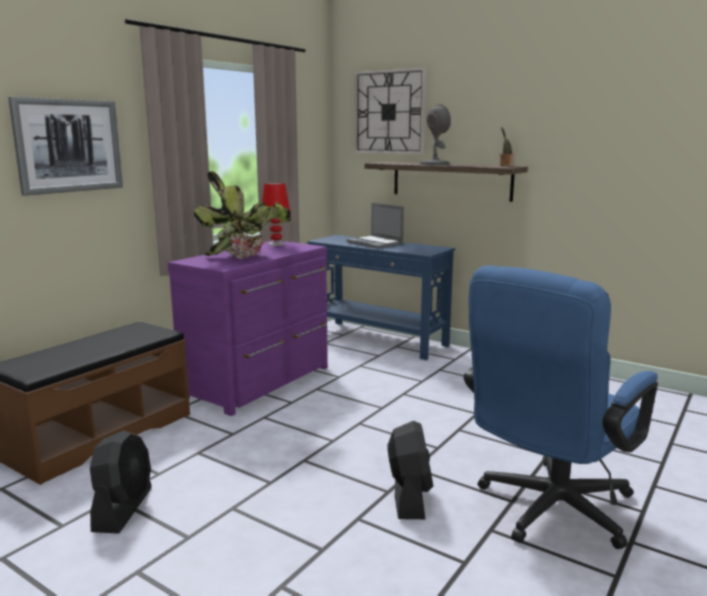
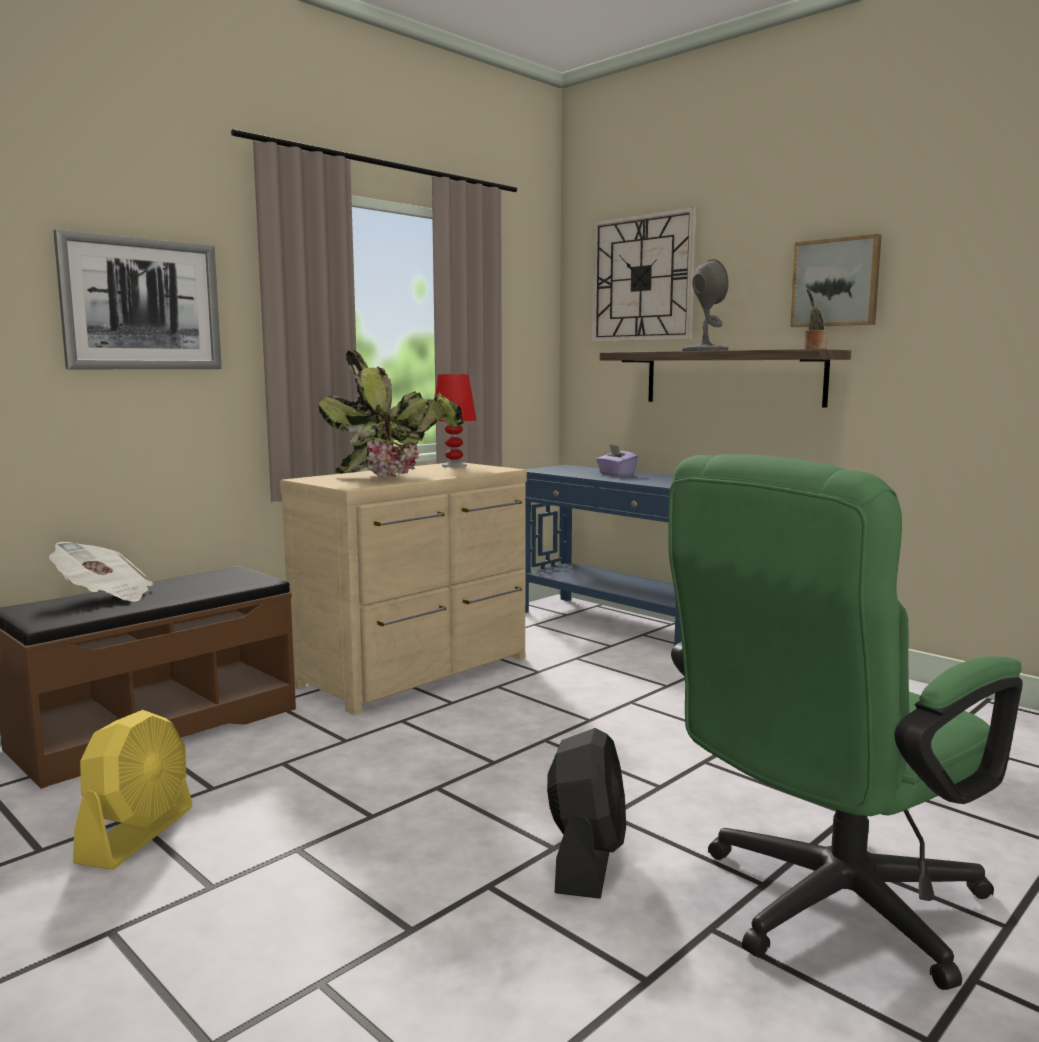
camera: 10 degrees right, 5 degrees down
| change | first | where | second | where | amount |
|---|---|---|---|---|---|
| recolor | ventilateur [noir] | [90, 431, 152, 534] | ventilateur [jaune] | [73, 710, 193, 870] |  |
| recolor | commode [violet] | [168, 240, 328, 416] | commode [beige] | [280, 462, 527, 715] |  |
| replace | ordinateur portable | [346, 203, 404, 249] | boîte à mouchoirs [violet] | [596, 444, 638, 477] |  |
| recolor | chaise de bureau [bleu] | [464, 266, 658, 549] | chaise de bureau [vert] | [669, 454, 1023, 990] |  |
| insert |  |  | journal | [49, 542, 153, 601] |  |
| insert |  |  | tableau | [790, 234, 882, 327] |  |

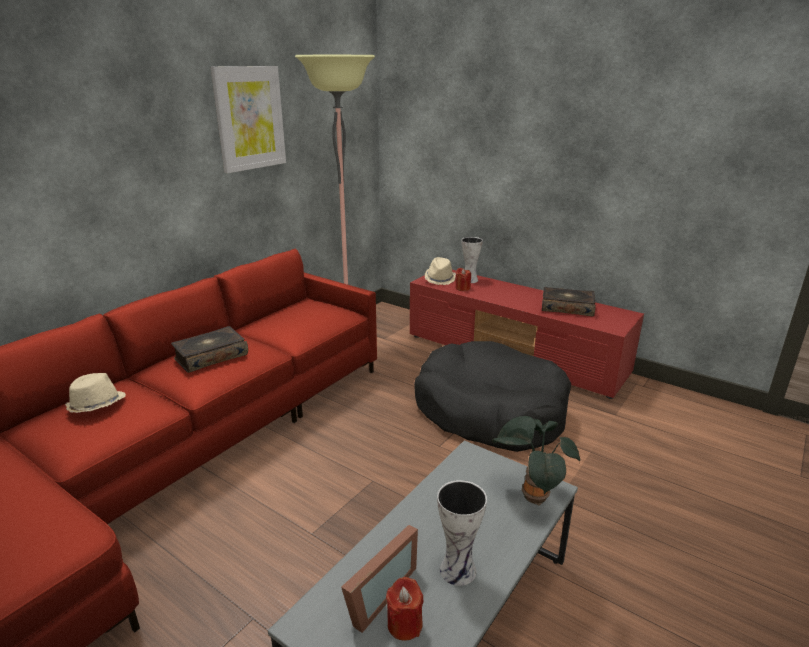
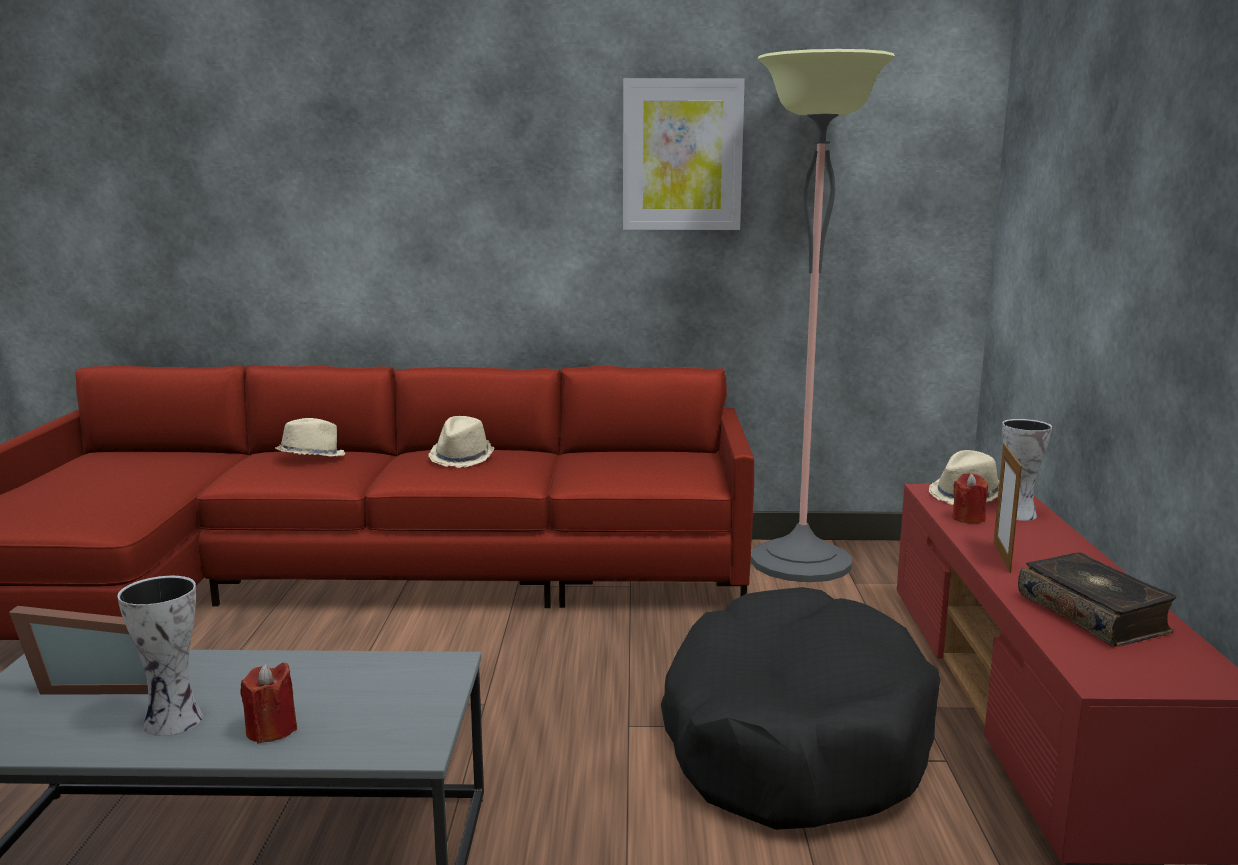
camera: 55 degrees right, 10 degrees down
| change | first | where | second | where | amount |
|---|---|---|---|---|---|
| replace | livre | [171, 326, 248, 373] | chapeau [beige] | [428, 416, 494, 468] |  |
| move | bougie [rouge] | [386, 577, 424, 641] |  | [240, 662, 297, 744] |  |
| delete | plante en pot | [492, 416, 580, 506] |  |  |  |
| insert |  |  | cadre photo | [993, 443, 1022, 573] |  |

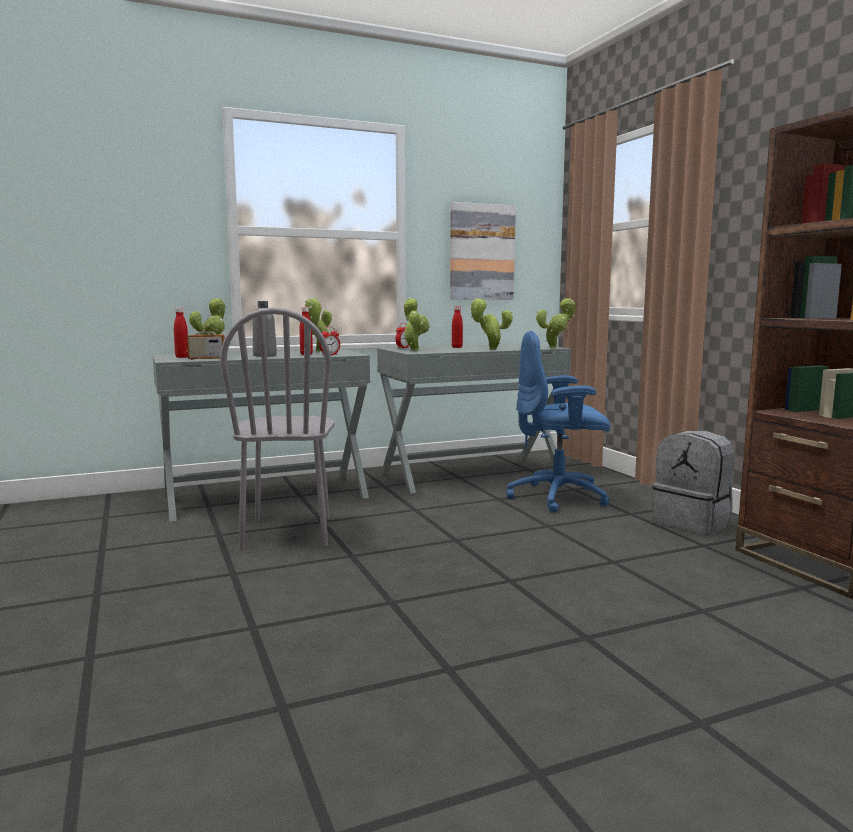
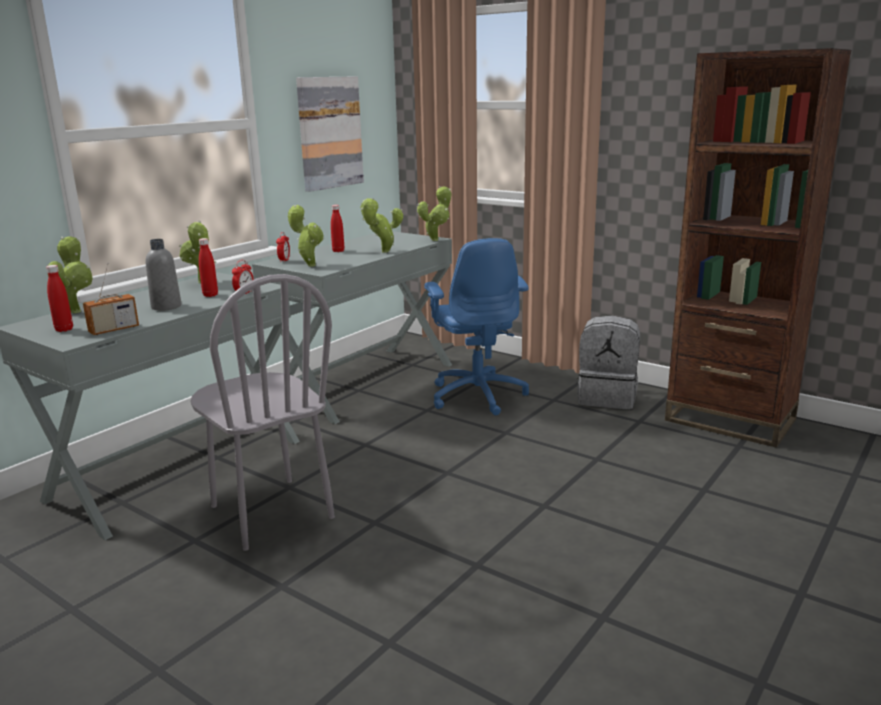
camera: 30 degrees left, 10 degrees up
| change | first | where | second | where | amount |
|---|---|---|---|---|---|
| rotate | chaise de bureau [bleu] | [507, 331, 610, 513] |  | [424, 238, 529, 415] | 75 degrees counterclockwise |

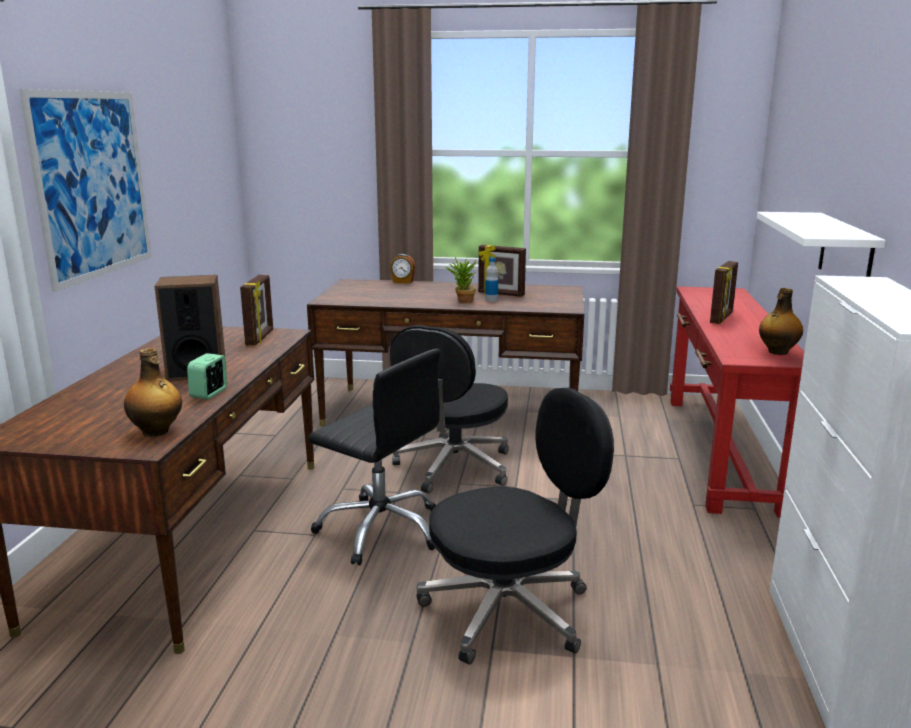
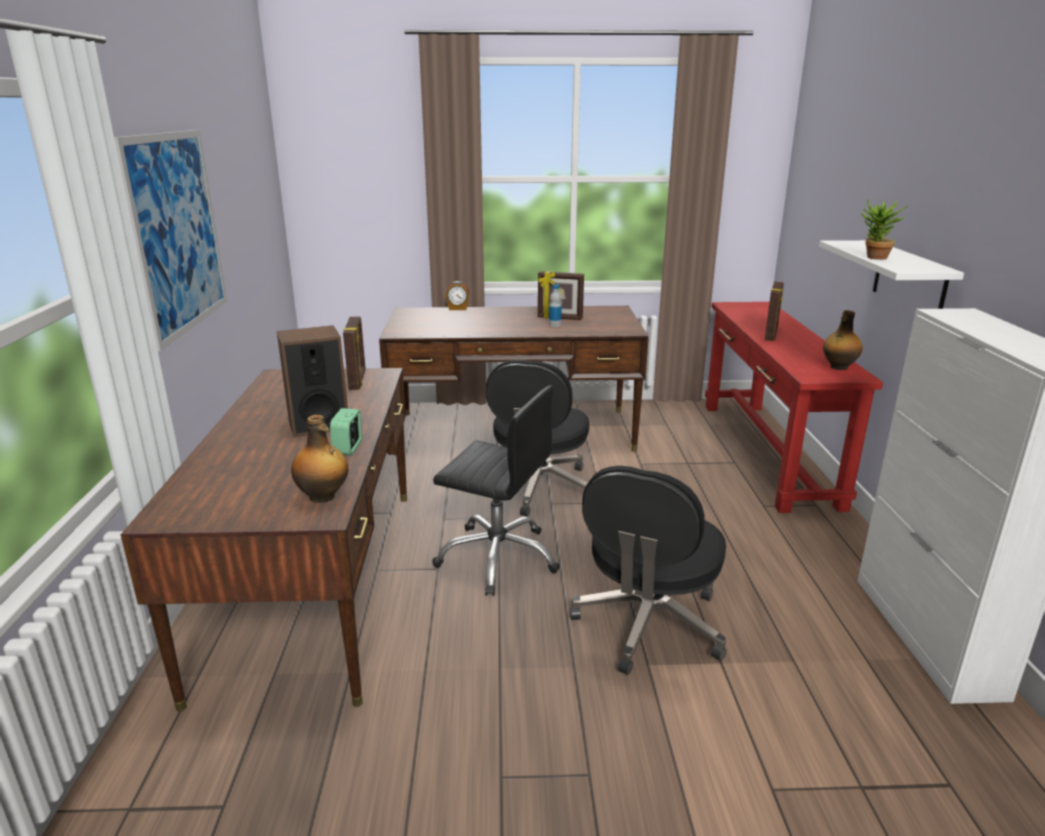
camera: 10 degrees left, 5 degrees up
| change | first | where | second | where | amount |
|---|---|---|---|---|---|
| rotate | chaise de bureau [noir] | [416, 388, 614, 664] |  | [570, 466, 727, 675] | 150 degrees clockwise |
| move | plante en pot | [446, 257, 477, 303] |  | [860, 199, 910, 260] |  |

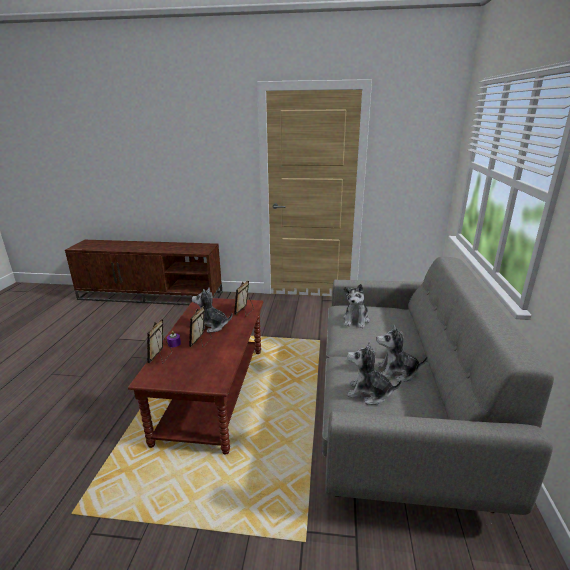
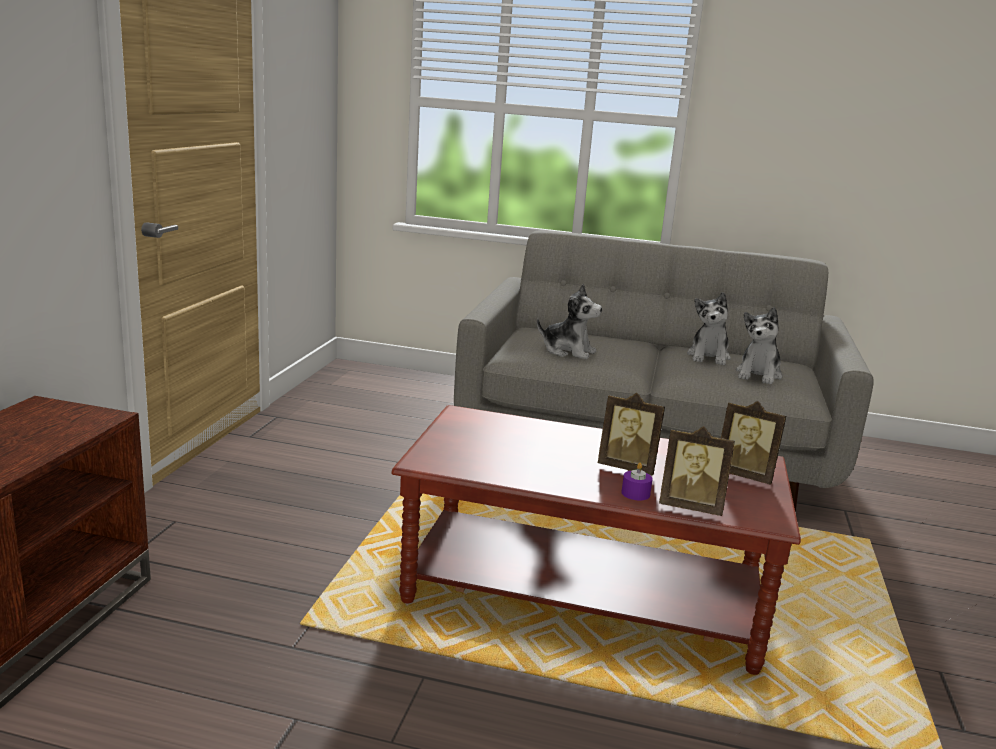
camera: 85 degrees left, 5 degrees down
| change | first | where | second | where | amount |
|---|---|---|---|---|---|
| delete | peluche | [192, 288, 233, 333] |  |  |  |
| move | cadre photo | [234, 281, 254, 316] |  | [721, 401, 786, 485] |  |

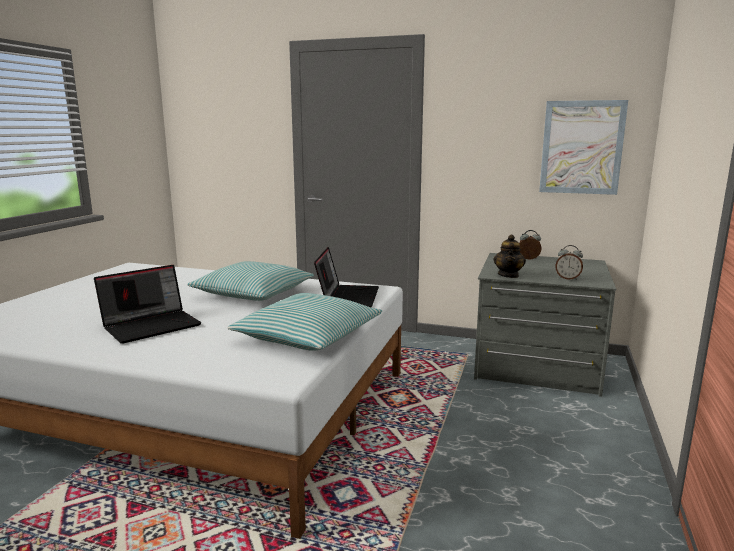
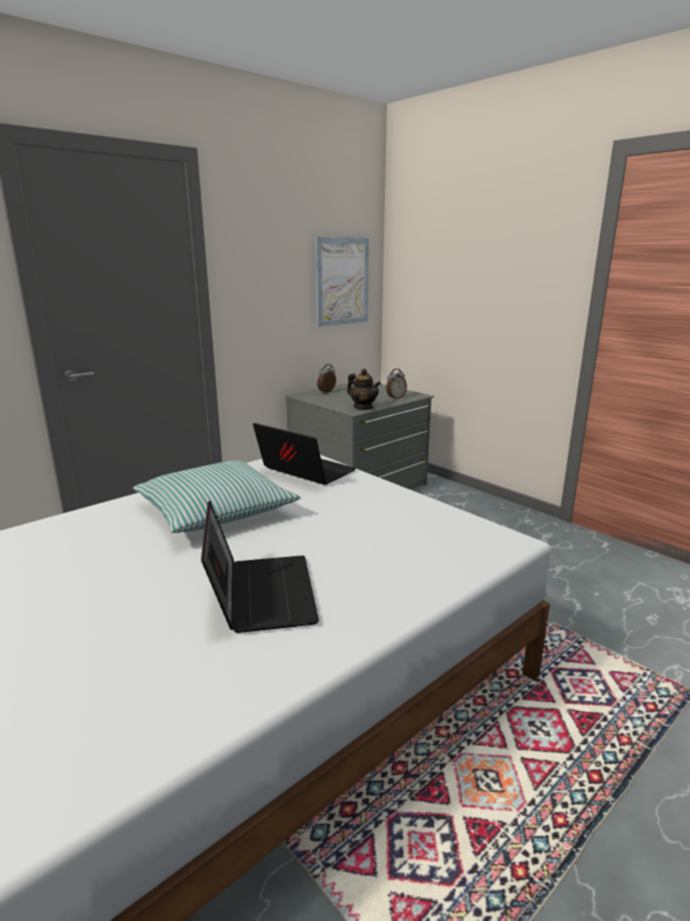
camera: 60 degrees left, 5 degrees up
| change | first | where | second | where | amount |
|---|---|---|---|---|---|
| delete | coussin | [227, 293, 382, 351] |  |  |  |

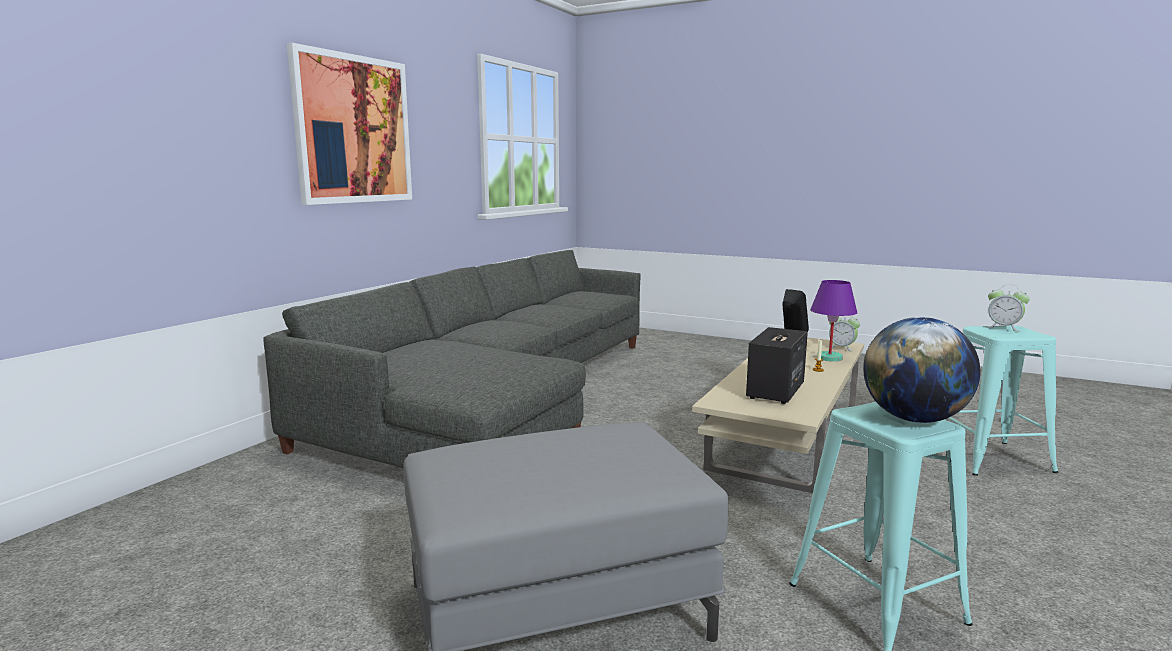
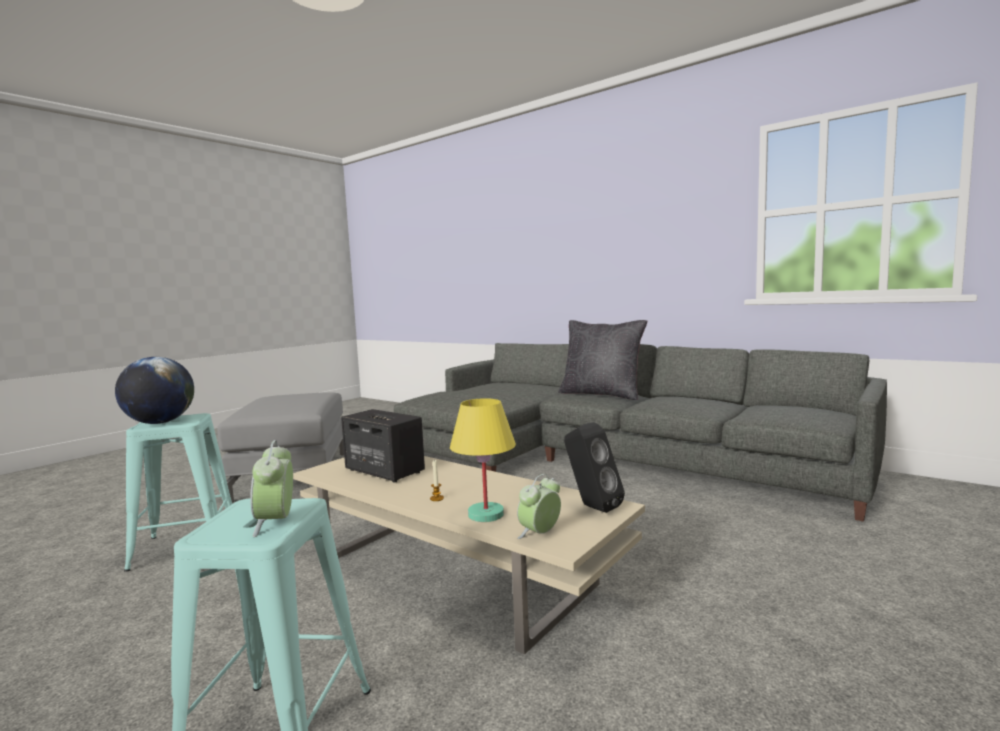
camera: 100 degrees right, 5 degrees down
| change | first | where | second | where | amount |
|---|---|---|---|---|---|
| delete | tableau | [287, 43, 412, 205] |  |  |  |
| recolor | lampe de table [violet] | [810, 280, 857, 362] | lampe de table [jaune] | [450, 398, 516, 522] |  |
| rotate | réveil | [986, 285, 1030, 332] |  | [250, 440, 293, 537] | 60 degrees counterclockwise |
| insert |  |  | coussin [noir] | [558, 320, 647, 400] |  |

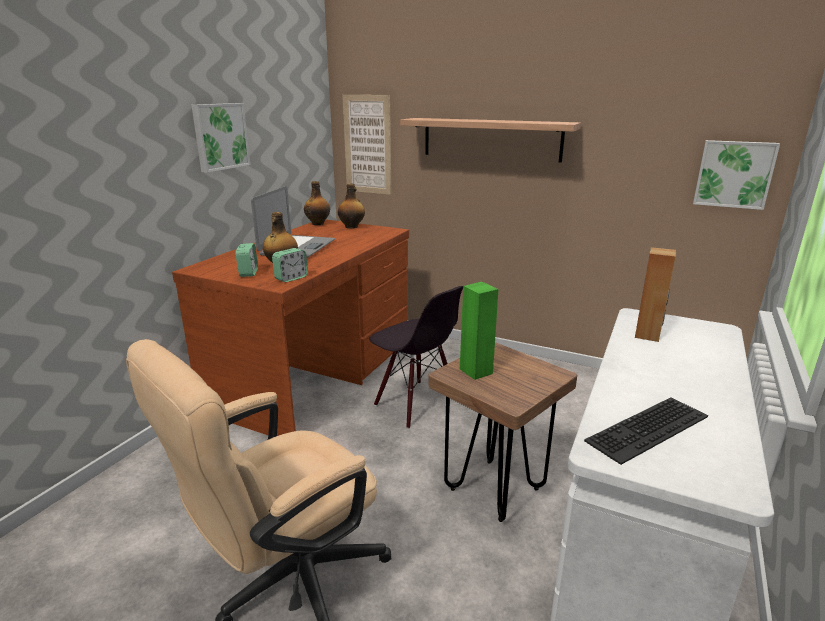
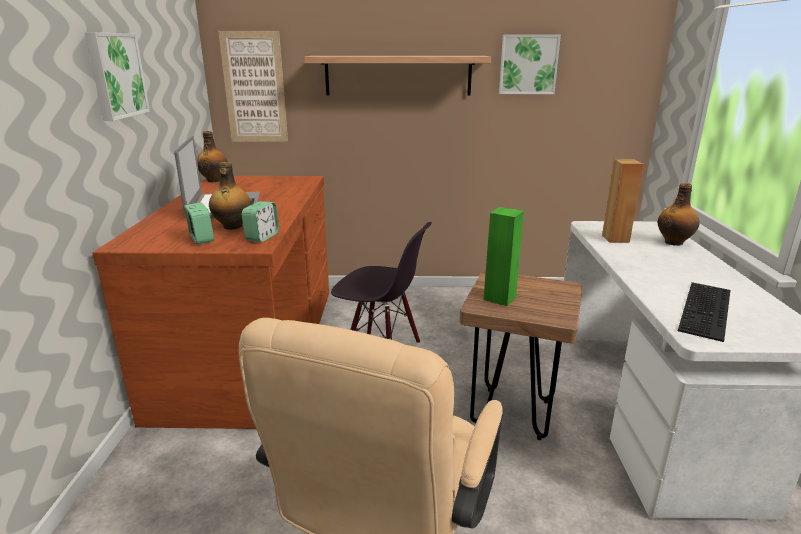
camera: 25 degrees left, 0 degrees up
| change | first | where | second | where | amount |
|---|---|---|---|---|---|
| move | bouteille | [338, 183, 365, 229] |  | [658, 183, 700, 246] |  |
| move | tableau | [693, 140, 780, 210] |  | [499, 35, 561, 94] |  |

